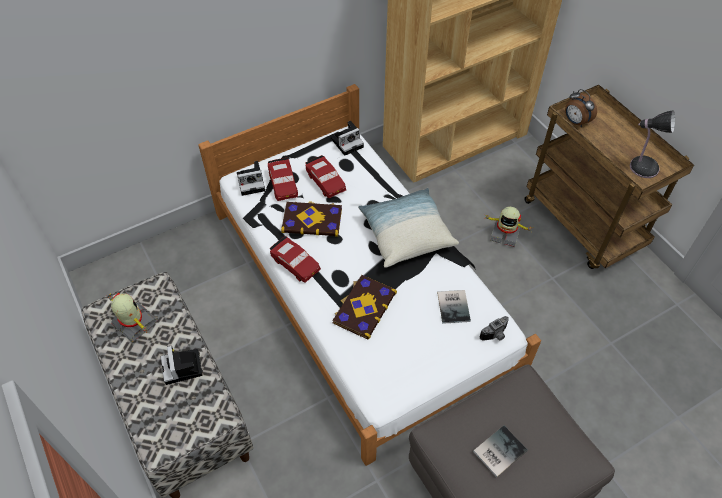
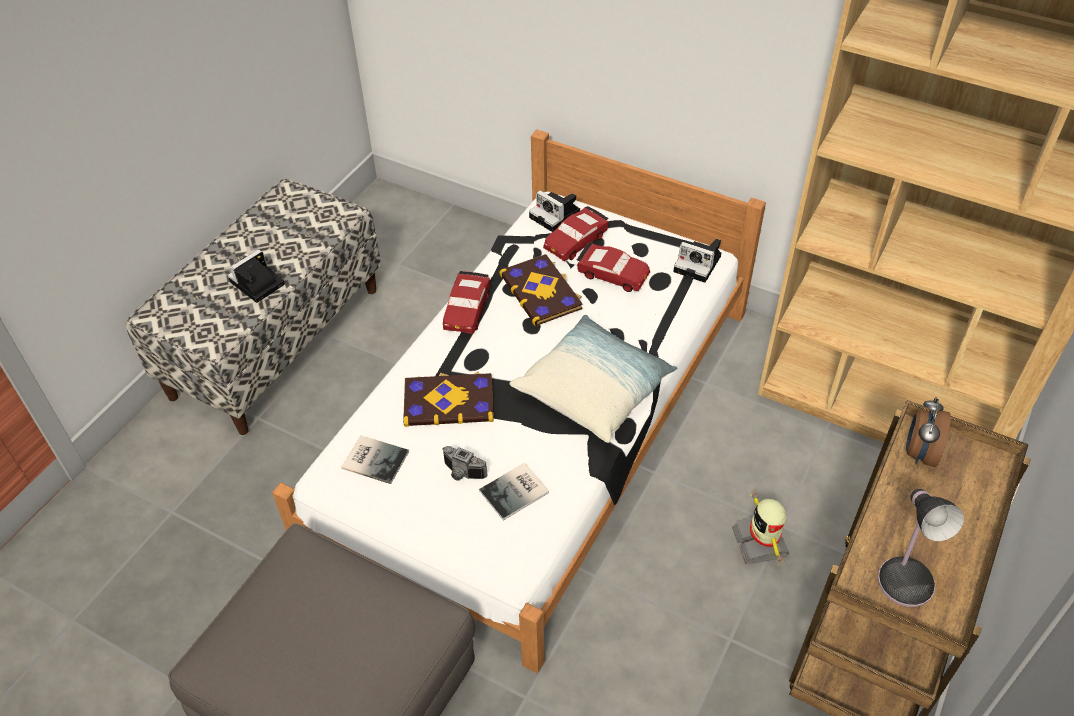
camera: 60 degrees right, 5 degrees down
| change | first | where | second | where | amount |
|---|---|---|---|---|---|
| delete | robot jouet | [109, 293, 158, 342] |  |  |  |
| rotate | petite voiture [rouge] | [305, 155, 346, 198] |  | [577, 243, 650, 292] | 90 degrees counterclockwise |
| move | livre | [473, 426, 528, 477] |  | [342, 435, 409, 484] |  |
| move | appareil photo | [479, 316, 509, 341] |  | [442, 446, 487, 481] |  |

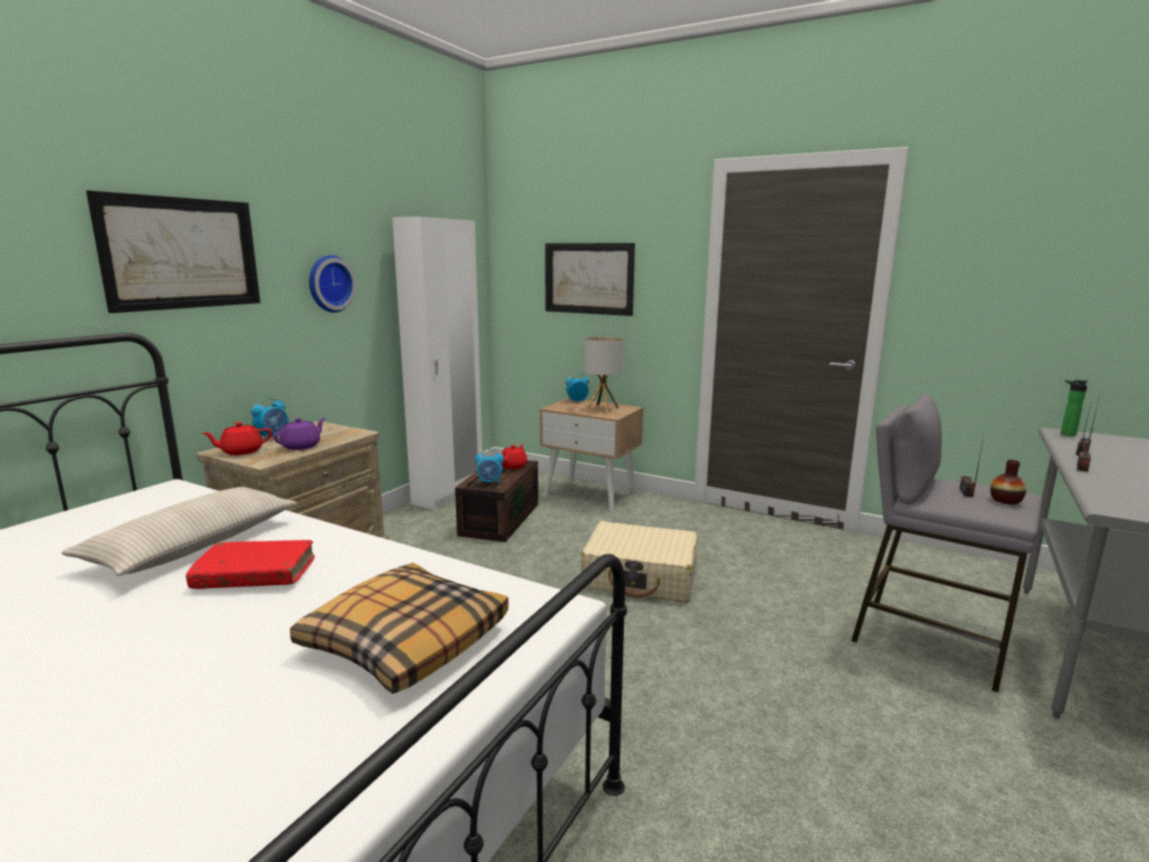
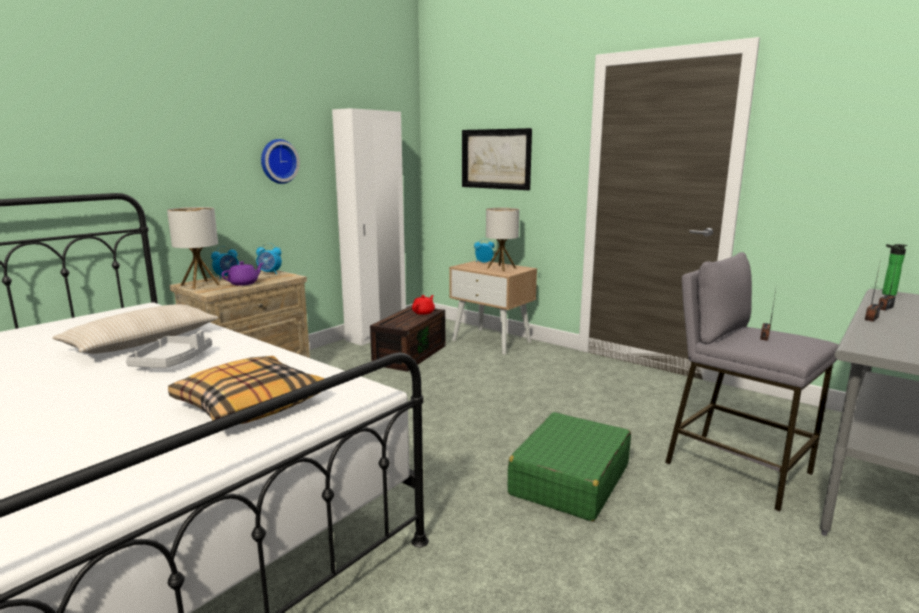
camera: 10 degrees right, 0 degrees up
| change | first | where | second | where | amount |
|---|---|---|---|---|---|
| delete | tableau | [86, 190, 260, 313] |  |  |  |
| replace | livre [rouge] | [186, 540, 315, 589] | plateau [gris] | [126, 330, 212, 368] |  |
| replace | théière [rouge] | [202, 422, 272, 455] | lampe de table | [167, 207, 220, 290] |  |
| move | réveil | [475, 449, 504, 485] |  | [256, 243, 282, 274] |  |
| delete | valise [beige] | [581, 521, 698, 603] |  |  |  |
| delete | vase | [990, 460, 1027, 505] |  |  |  |
| insert |  |  | valise [vert] | [508, 412, 631, 521] |  |

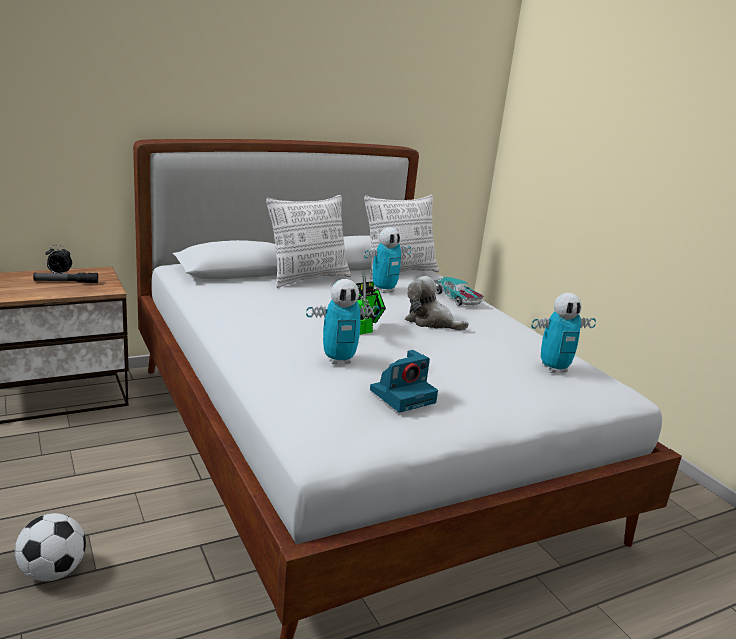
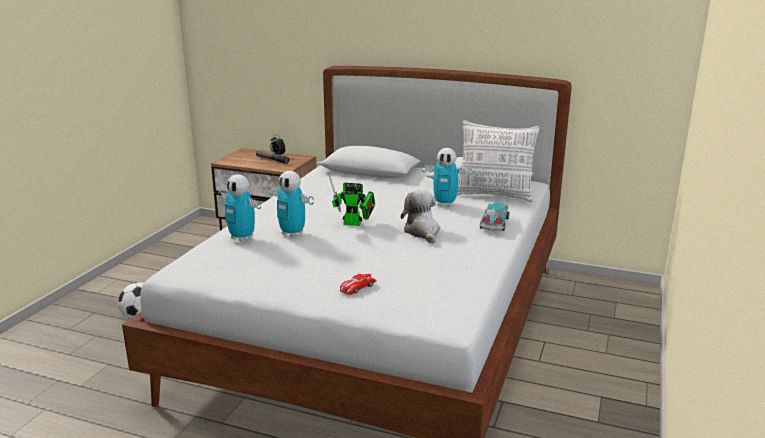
camera: 50 degrees right, 0 degrees up
| change | first | where | second | where | amount |
|---|---|---|---|---|---|
| delete | coussin | [266, 195, 351, 288] |  |  |  |
| delete | appareil photo | [370, 350, 438, 412] |  |  |  |
| move | robot jouet | [531, 293, 596, 373] |  | [218, 174, 261, 242] |  |
| insert |  |  | petite voiture | [340, 274, 376, 295] |  |

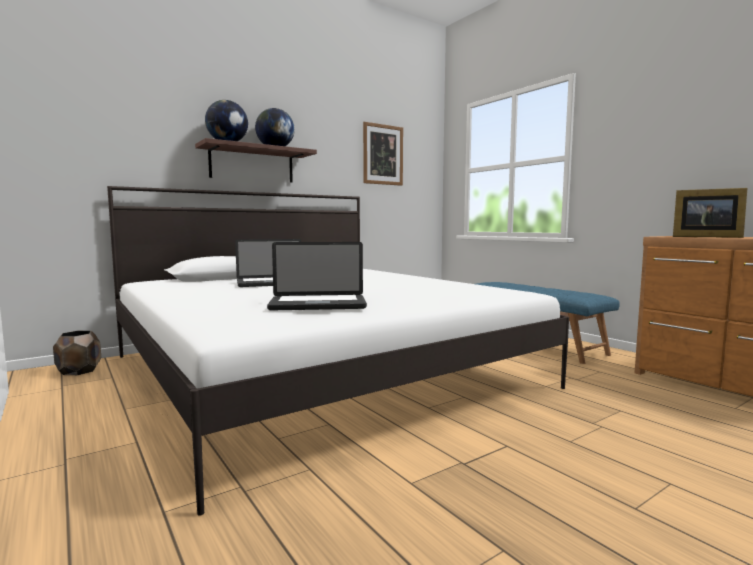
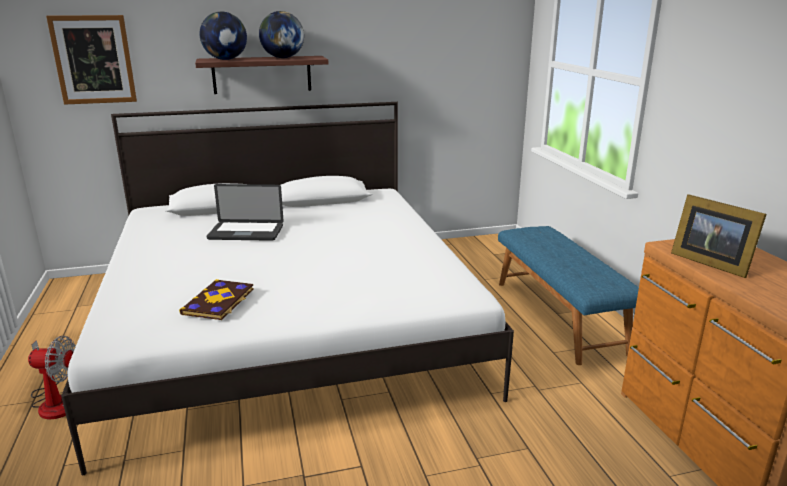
camera: 20 degrees right, 15 degrees up
| change | first | where | second | where | amount |
|---|---|---|---|---|---|
| delete | cache-pot [marron] | [53, 331, 101, 375] |  |  |  |
| replace | ordinateur portable | [267, 242, 367, 311] | livre | [179, 279, 254, 320] |  |
| move | tableau | [363, 122, 403, 186] |  | [46, 15, 137, 105] |  |
| insert |  |  | ventilateur | [28, 336, 76, 419] |  |

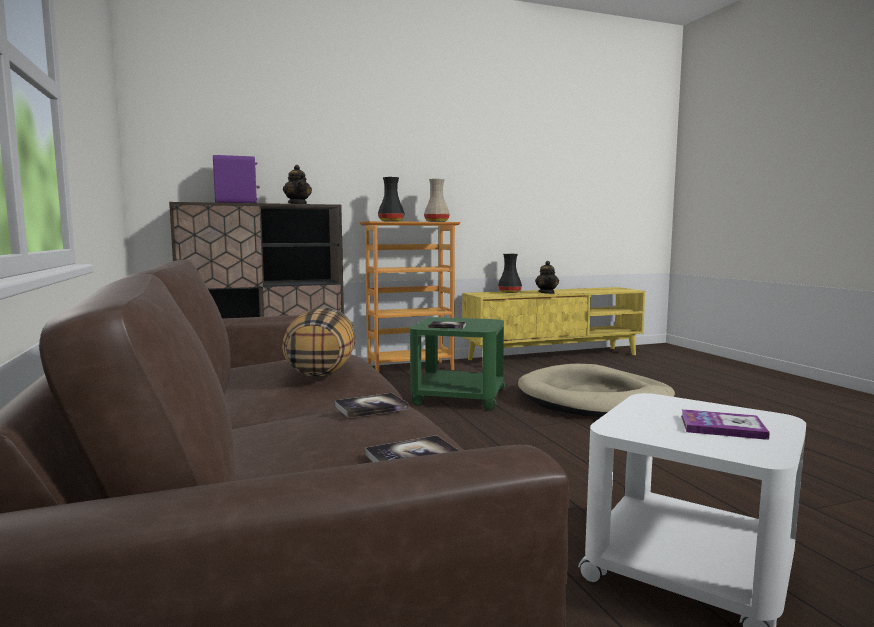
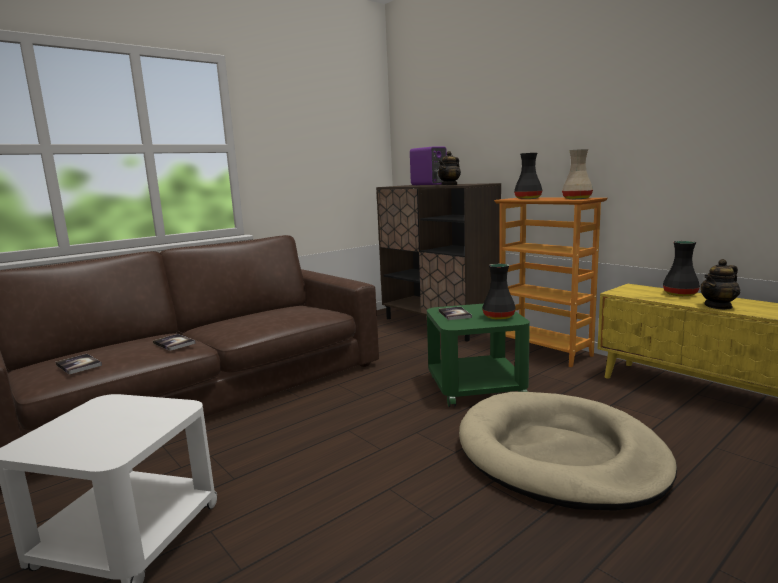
camera: 70 degrees right, 5 degrees up
| change | first | where | second | where | amount |
|---|---|---|---|---|---|
| delete | coussin | [282, 307, 356, 377] |  |  |  |
| delete | livre | [681, 409, 770, 440] |  |  |  |
| insert |  |  | vase [noir] | [482, 264, 516, 320] |  |

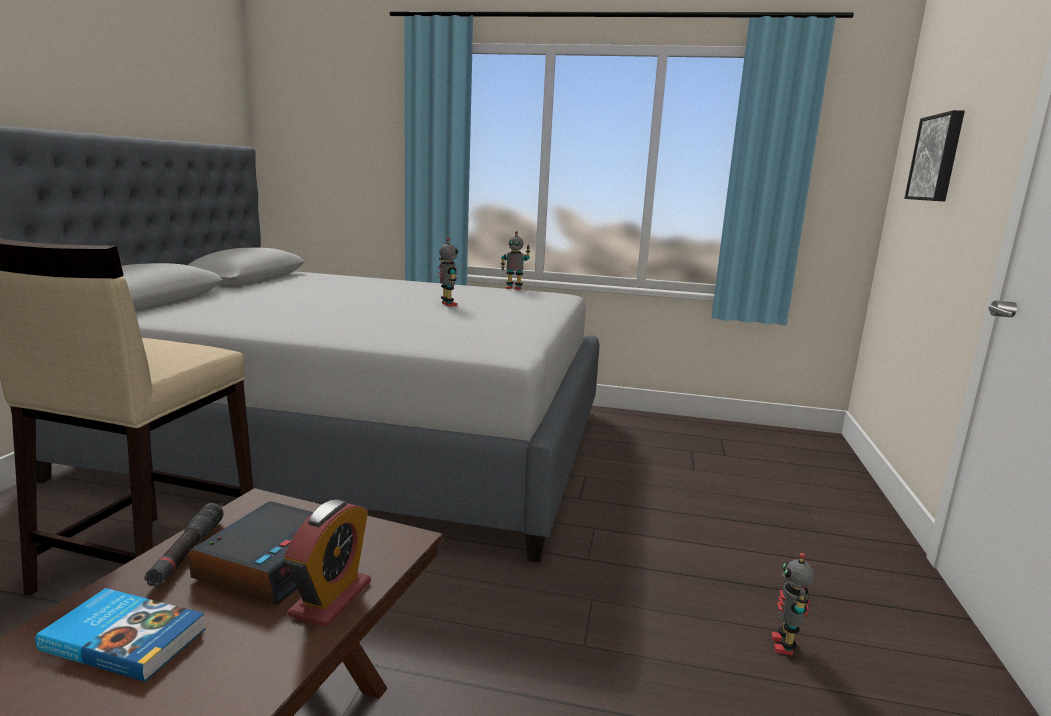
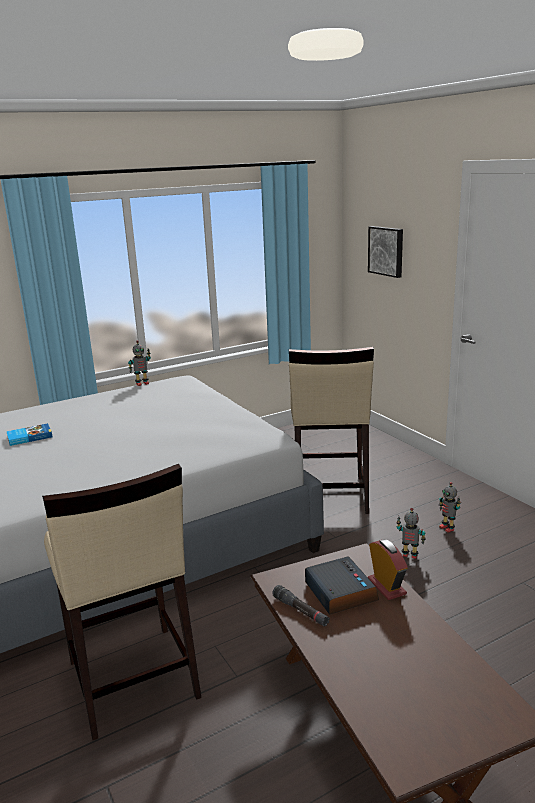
camera: 40 degrees left, 5 degrees up
| change | first | where | second | where | amount |
|---|---|---|---|---|---|
| move | livre | [35, 588, 206, 682] |  | [6, 423, 53, 446] |  |
| move | robot jouet | [438, 238, 458, 306] |  | [396, 508, 426, 559] |  |
| insert |  |  | tabouret [beige] | [289, 347, 374, 514] |  |

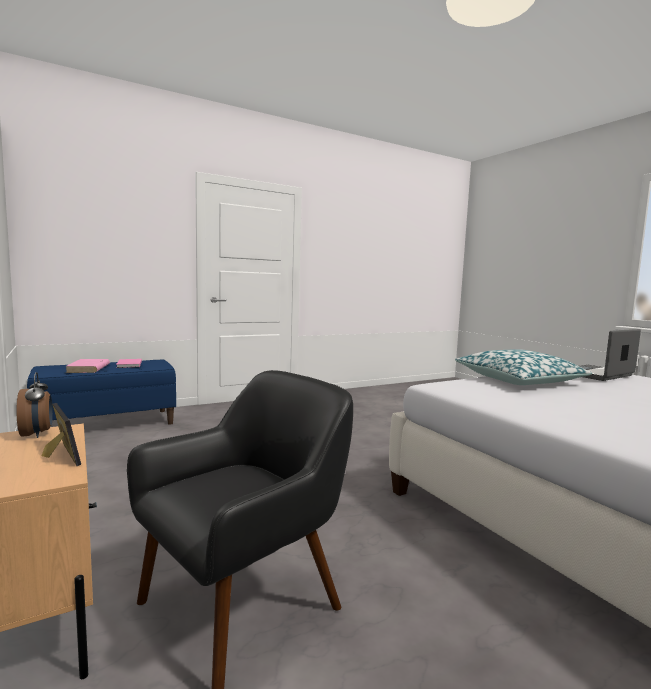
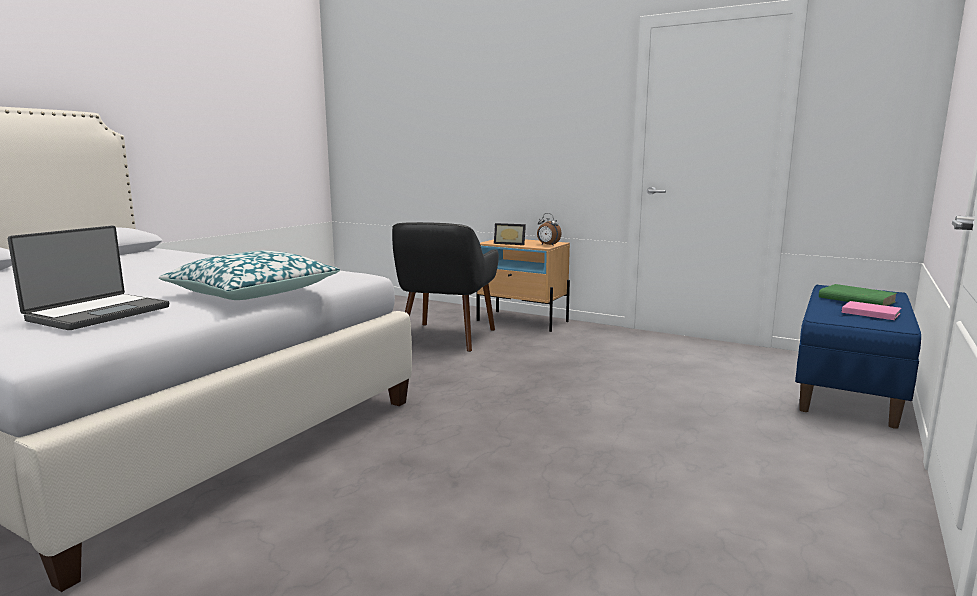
camera: 150 degrees right, 5 degrees up
| change | first | where | second | where | amount |
|---|---|---|---|---|---|
| recolor | livre [rose] | [65, 359, 110, 373] | livre [vert] | [819, 284, 897, 306] |  |

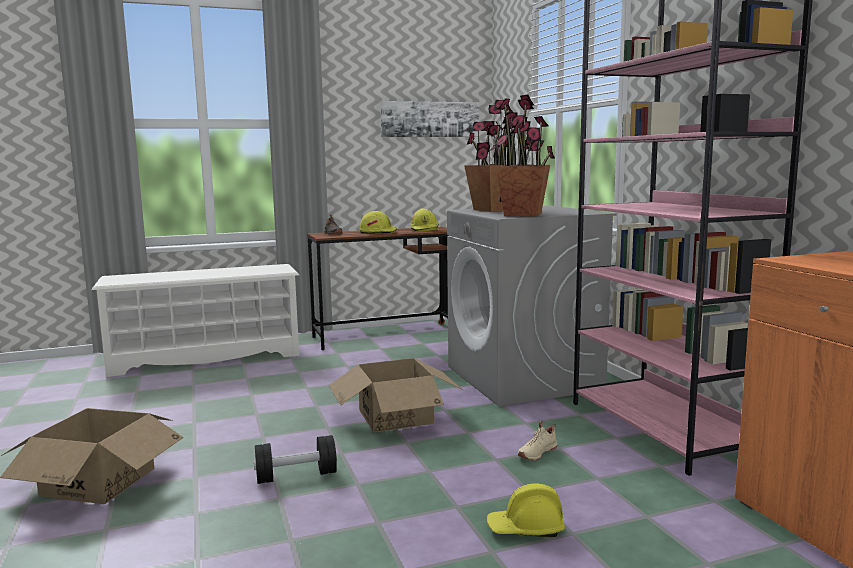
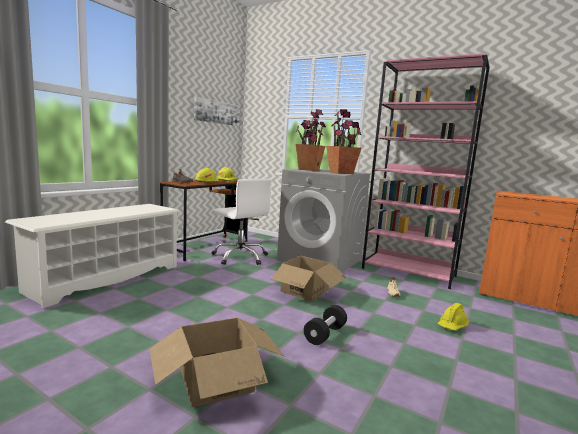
camera: 40 degrees left, 0 degrees up
| change | first | where | second | where | amount |
|---|---|---|---|---|---|
| insert |  |  | chaise de bureau [blanc] | [211, 179, 272, 265] |  |

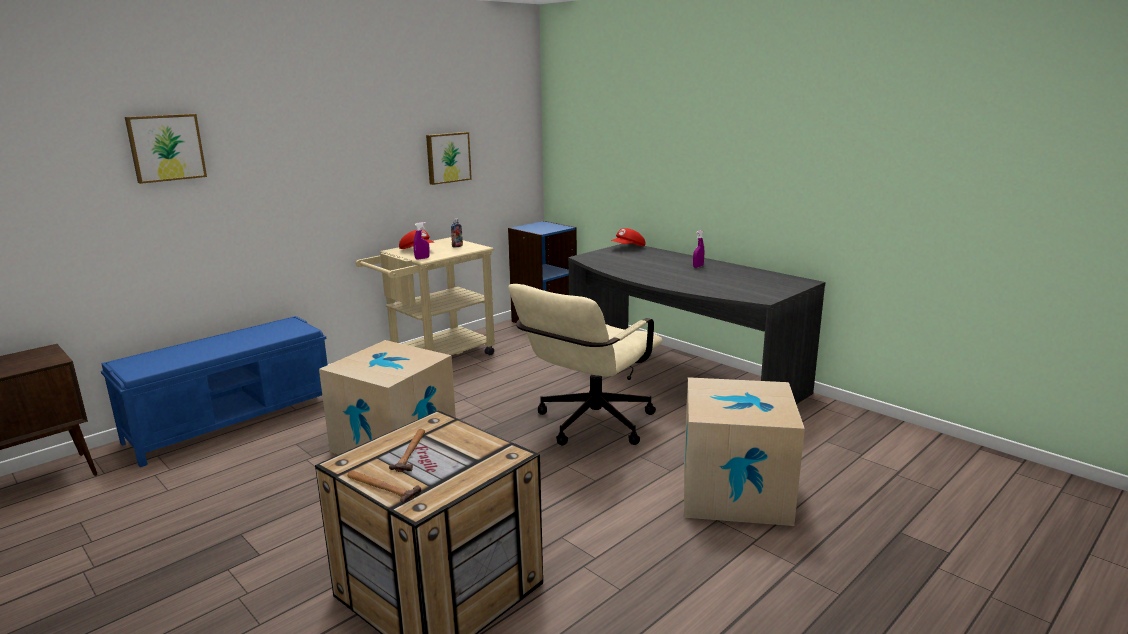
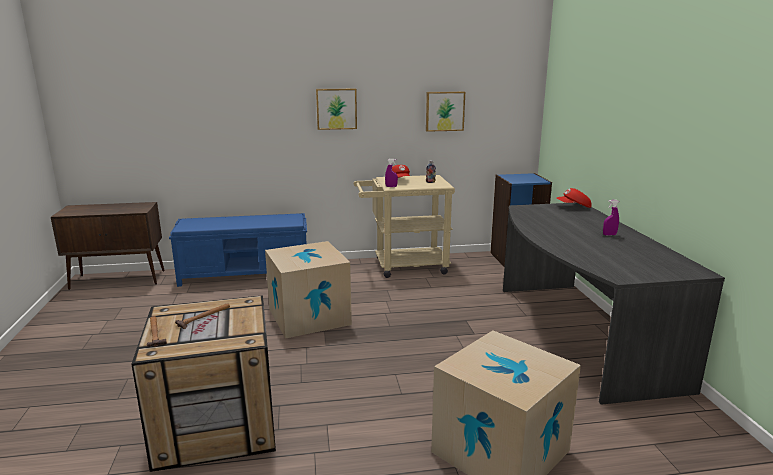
camera: 35 degrees right, 0 degrees up
| change | first | where | second | where | amount |
|---|---|---|---|---|---|
| move | tableau | [125, 114, 207, 184] |  | [316, 88, 357, 130] |  |
| delete | chaise de bureau [beige] | [508, 284, 663, 445] |  |  |  |

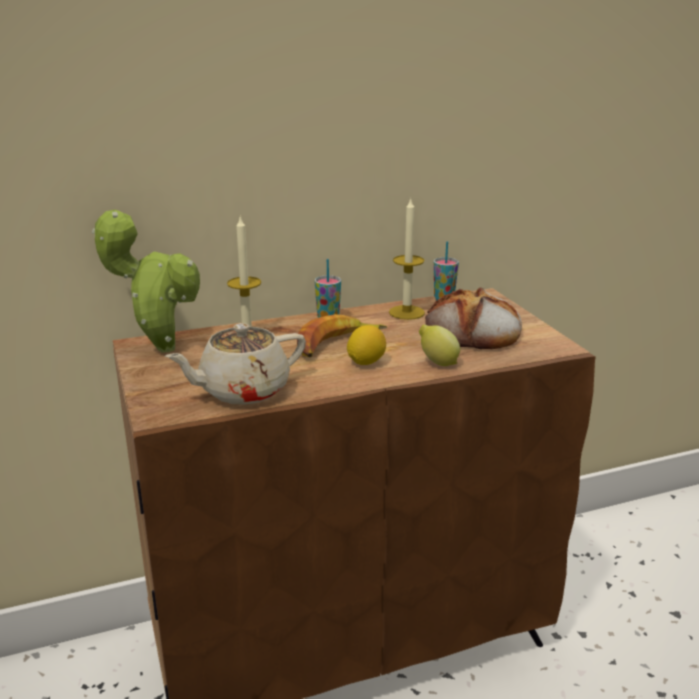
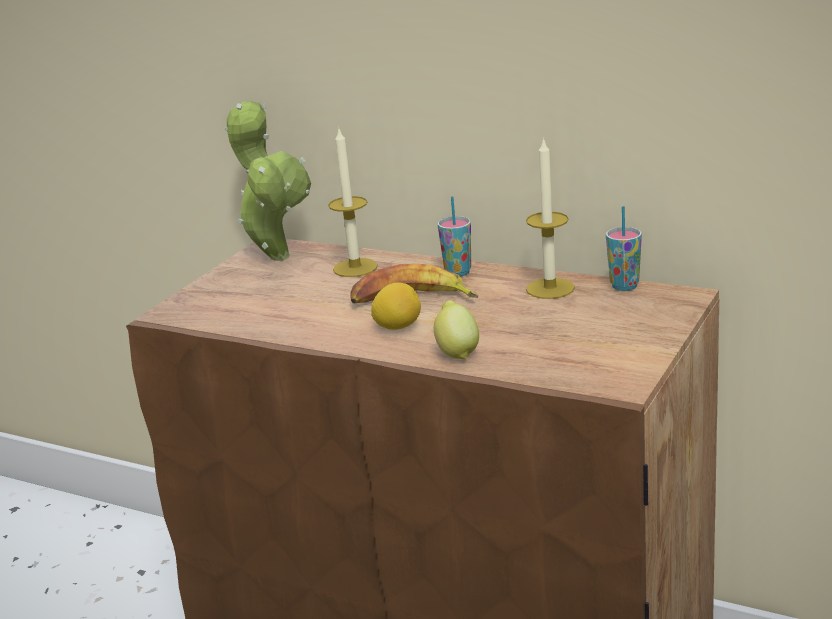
camera: 50 degrees right, 0 degrees up
| change | first | where | second | where | amount |
|---|---|---|---|---|---|
| delete | théière [beige] | [165, 323, 306, 405] |  |  |  |
| delete | pain | [425, 287, 522, 349] |  |  |  |

